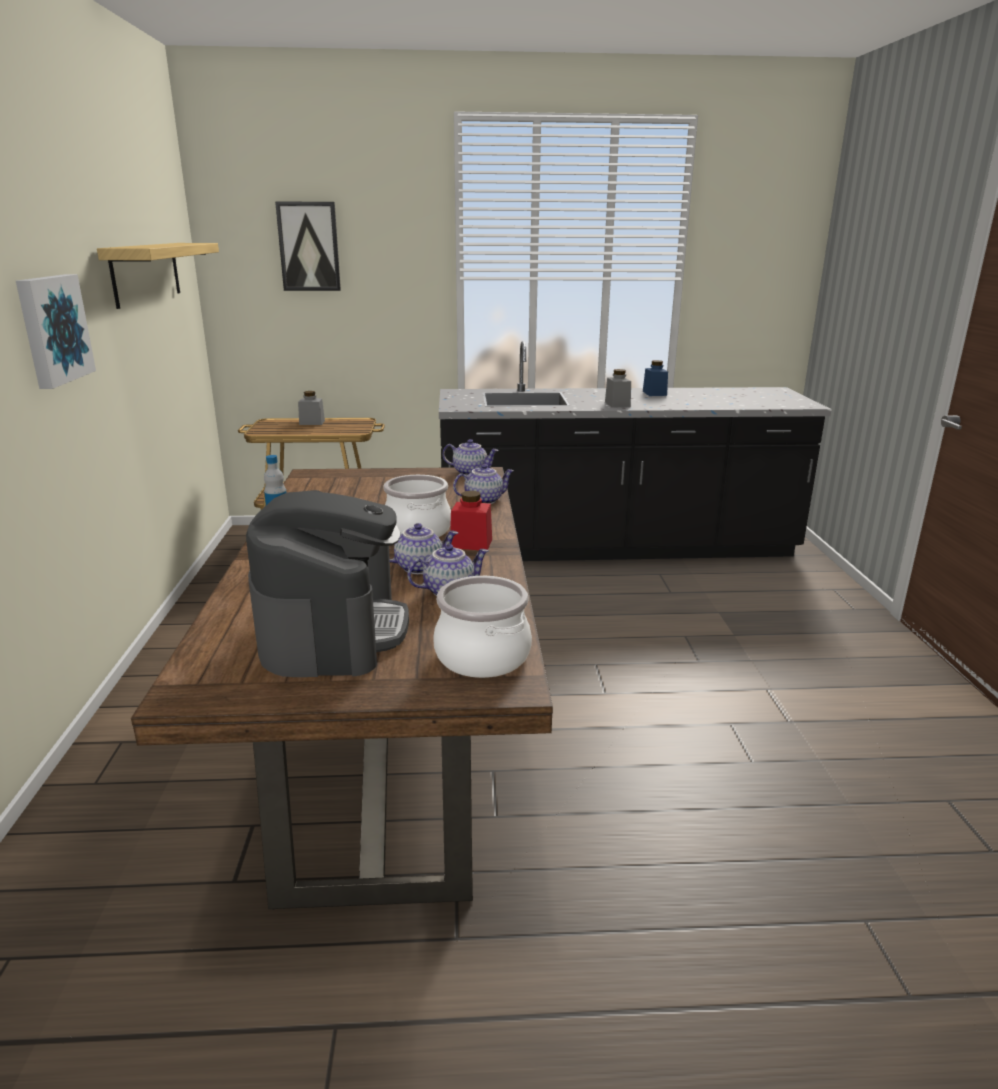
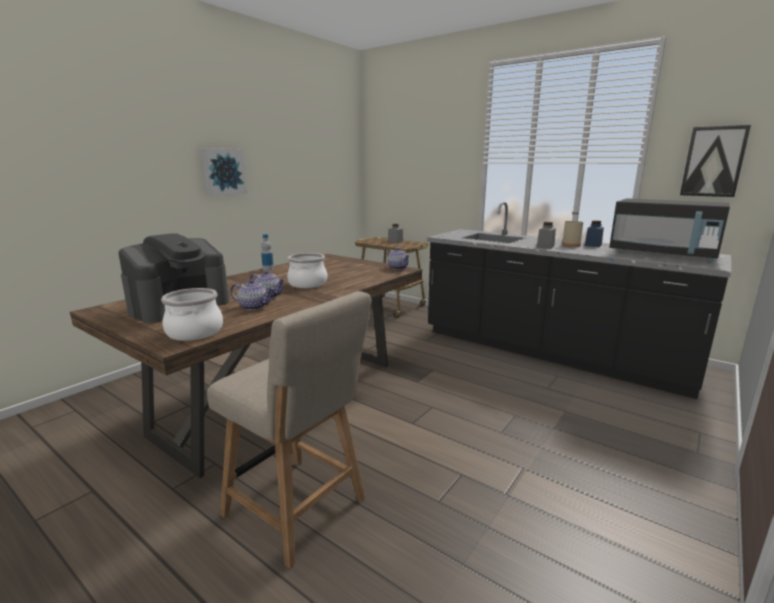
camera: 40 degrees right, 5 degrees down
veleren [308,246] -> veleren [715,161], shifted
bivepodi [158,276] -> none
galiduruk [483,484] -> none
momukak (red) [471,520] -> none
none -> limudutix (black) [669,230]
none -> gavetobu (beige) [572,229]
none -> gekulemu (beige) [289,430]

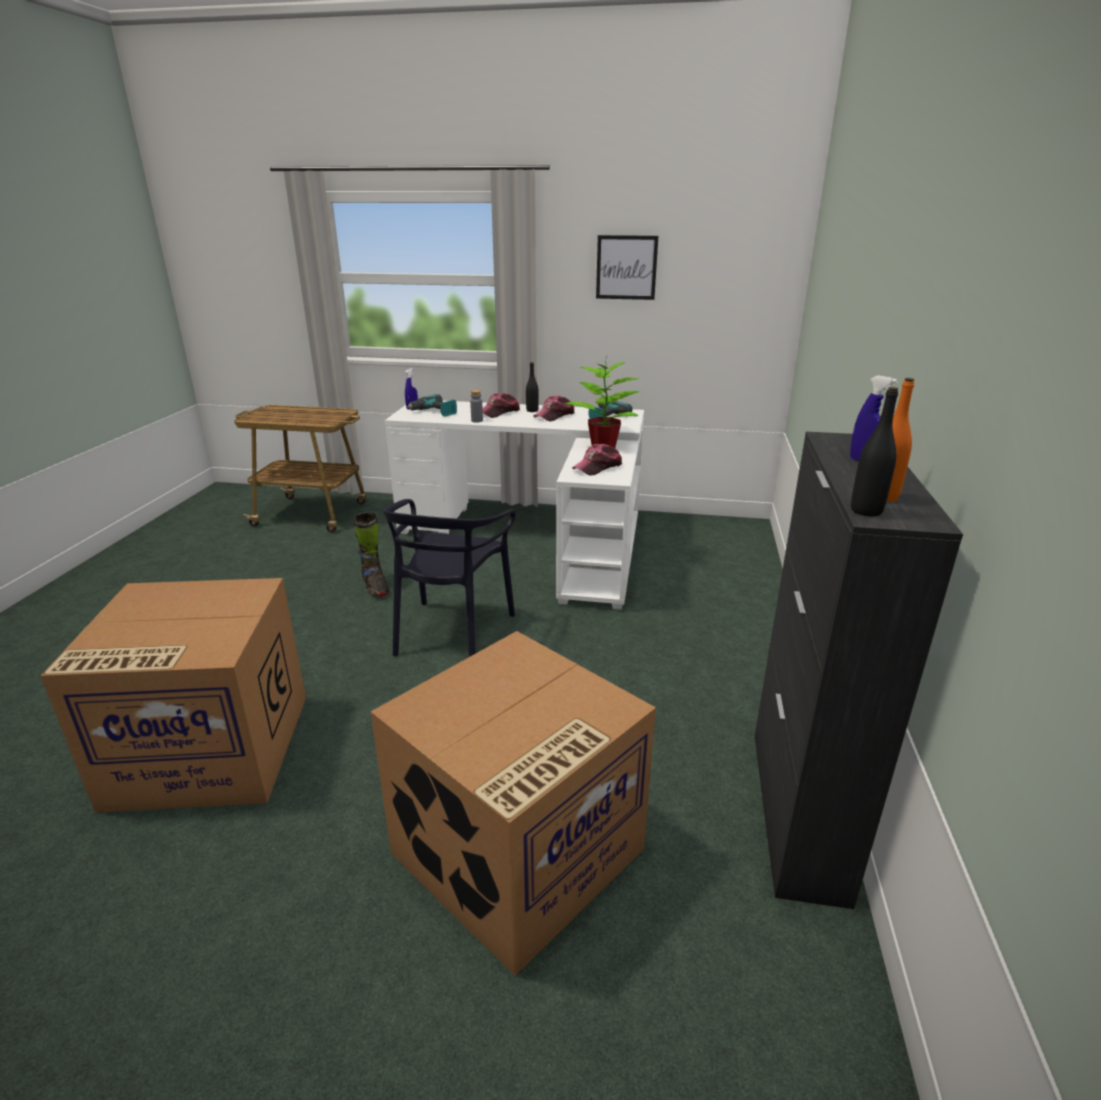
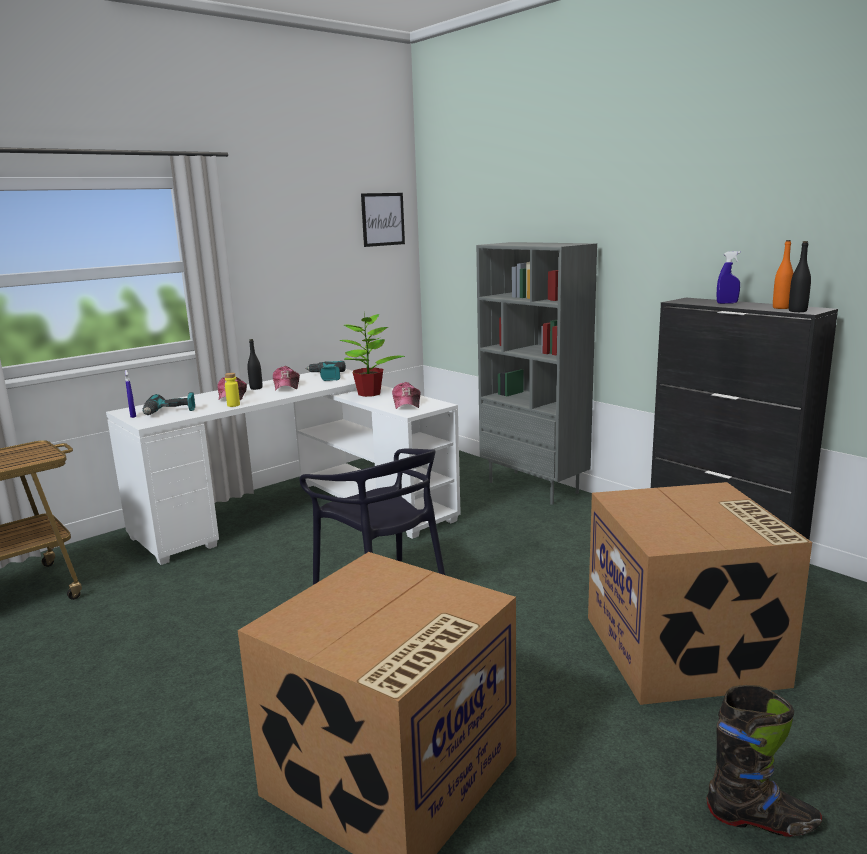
camera: 50 degrees left, 10 degrees down
veleren [627,267] -> veleren [383,220], shifted
gavetobu (grey) [476,406] -> gavetobu (yellow) [232,390]
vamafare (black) [371,554] -> vamafare (black) [764,761], shifted
none -> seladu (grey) [536,373]

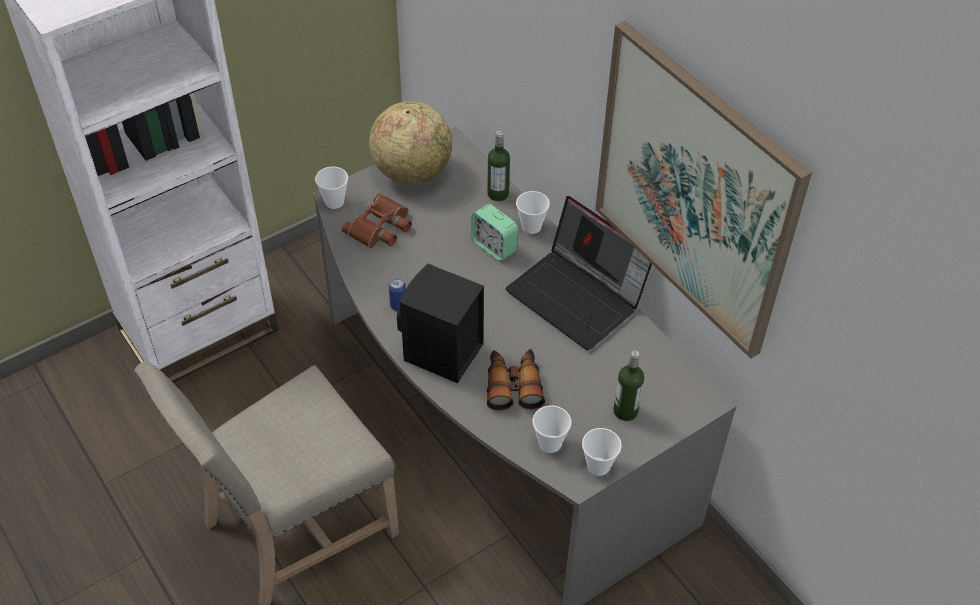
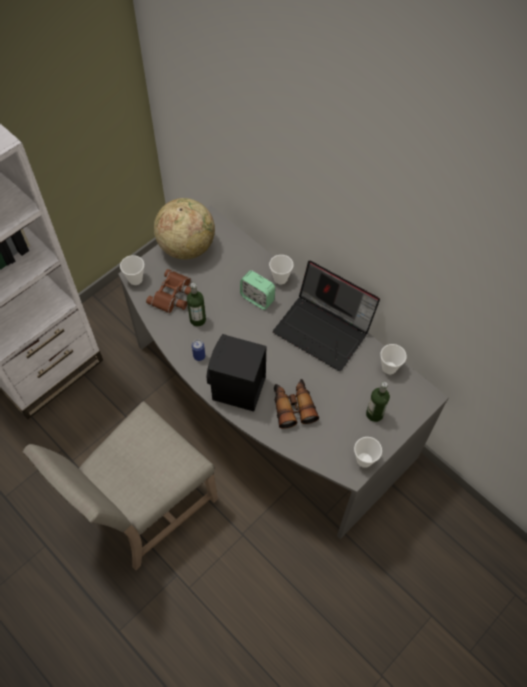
camera: 10 degrees left, 10 degrees up
veleren [703,190] -> none
gavetobu [498,166] -> gavetobu [196,304], shifted
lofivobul [552,429] -> lofivobul [393,359], shifted

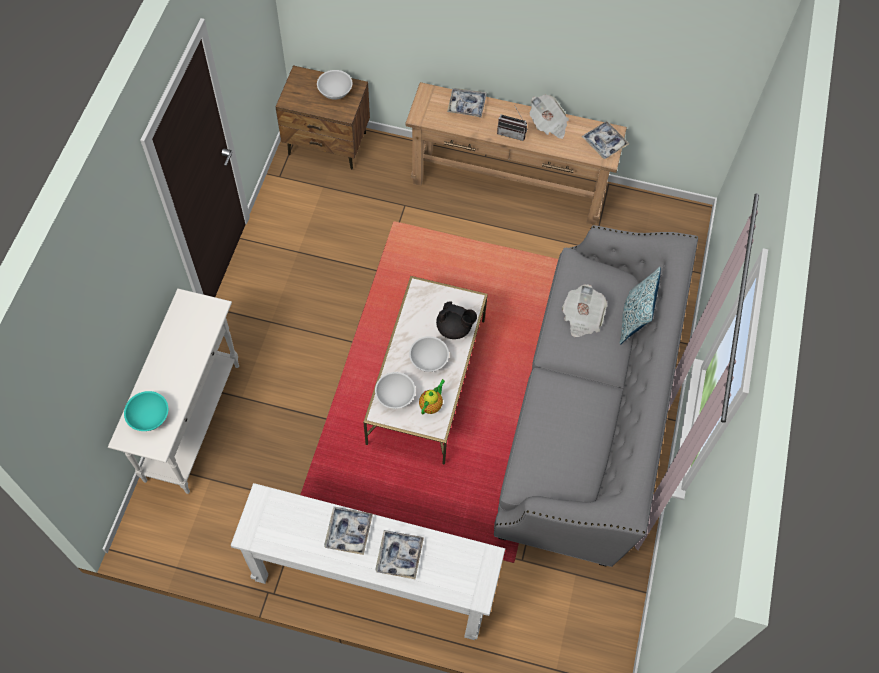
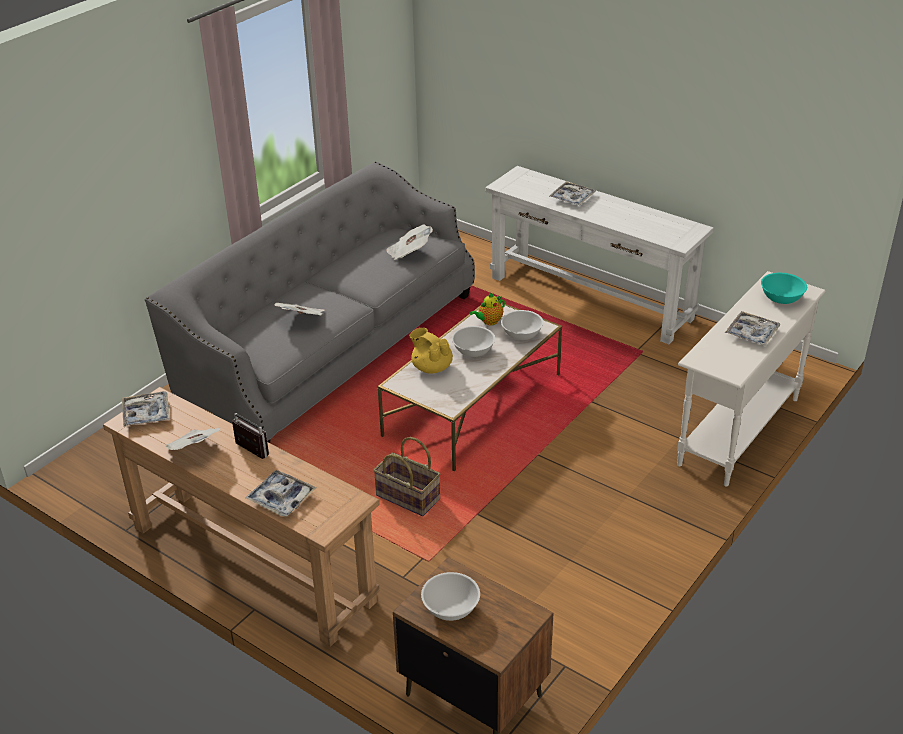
camera: 155 degrees left, 25 degrees down
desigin [640,305] -> none
galiduruk (black) [456,320] -> galiduruk (yellow) [431,351]
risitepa [348,531] -> risitepa [753,328], shifted
none -> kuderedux [409,242]
none -> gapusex [407,476]

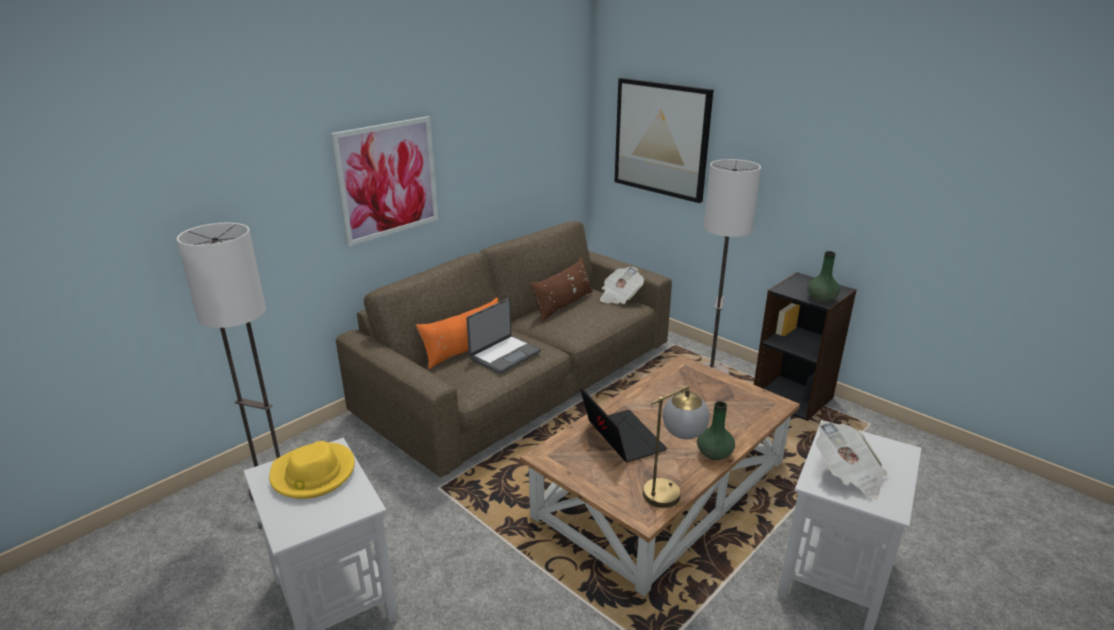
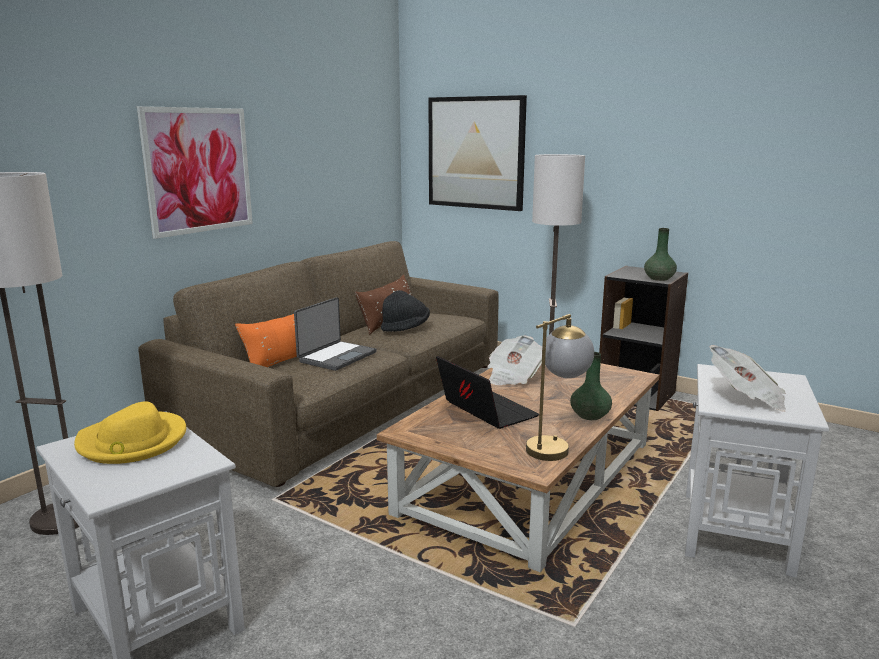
camera: 10 degrees left, 10 degrees down
kuderedux [622,285] -> kuderedux [515,360], shifted
none -> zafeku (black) [405,311]

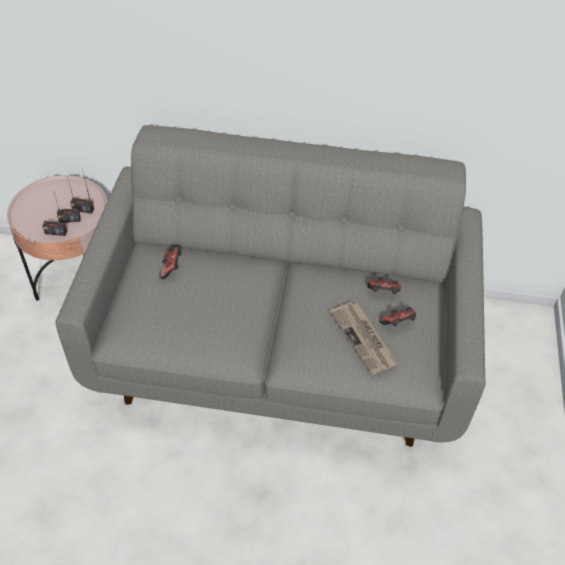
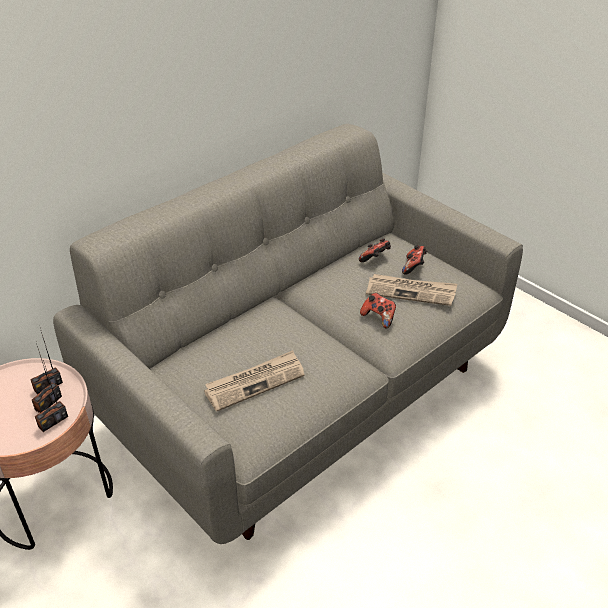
camera: 50 degrees left, 10 degrees down
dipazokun [170,263] -> dipazokun [378,311], shifted
none -> kuderedux [254,381]

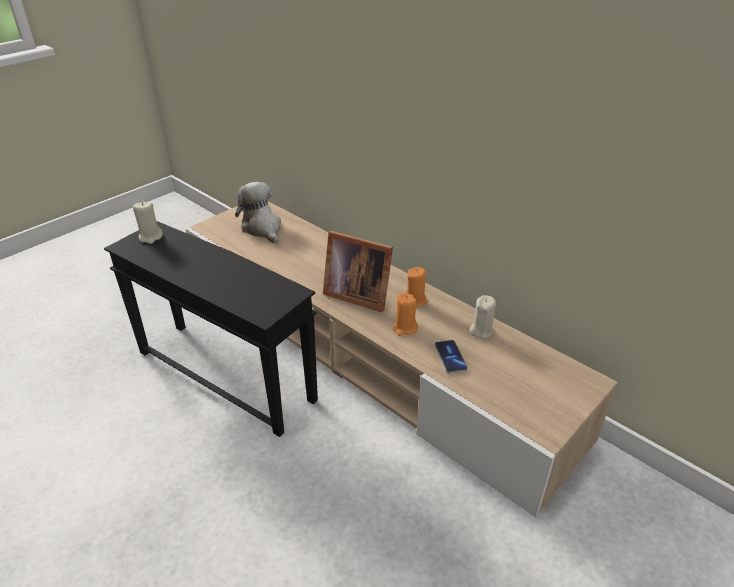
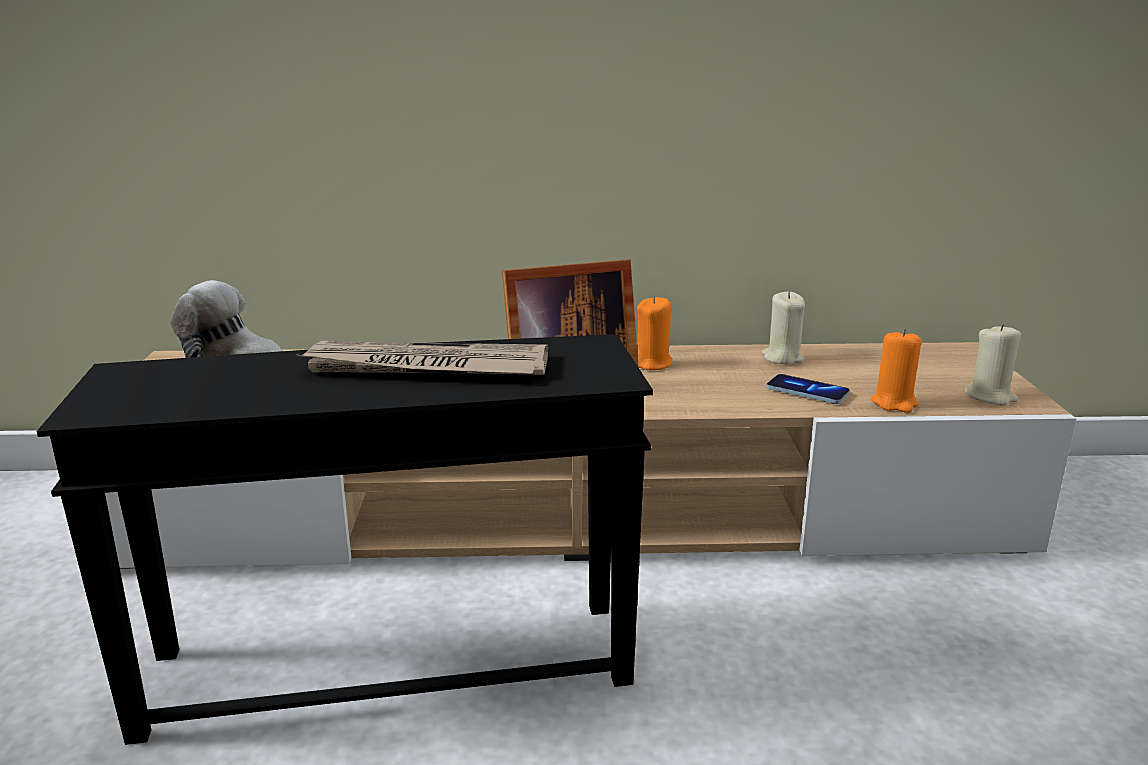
camera: 45 degrees left, 15 degrees down
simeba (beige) [148,223] -> simeba (beige) [993,364], shifted
simeba (orange) [405,314] -> simeba (orange) [896,371], shifted
none -> kuderedux [422,358]

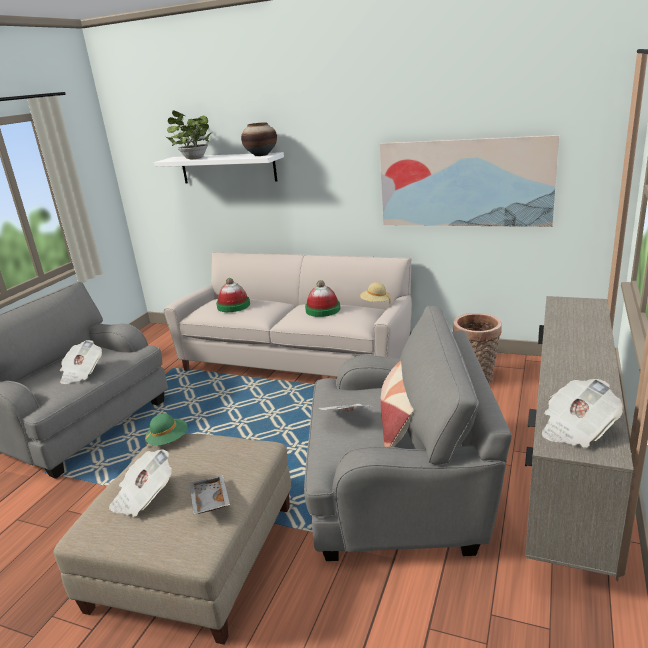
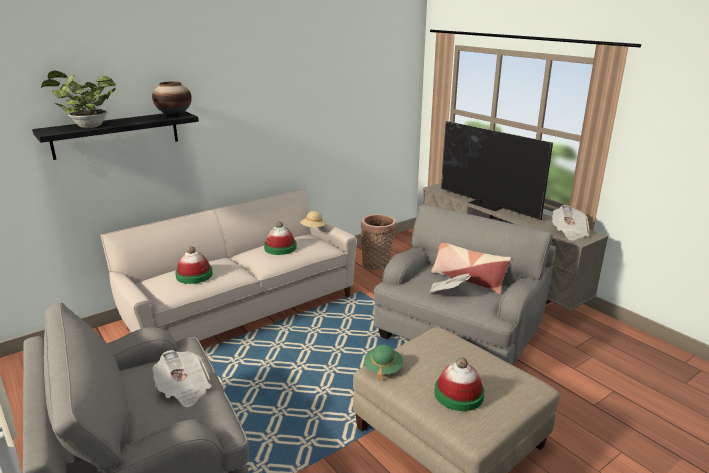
camera: 60 degrees left, 0 degrees up
veleren [469,181] -> none
bivepodi (white) [219,167] -> bivepodi (black) [115,135]
kuderedux [140,483] -> zafeku [459,384]
risitepa (grey) [210,495] -> none
none -> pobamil [497,170]

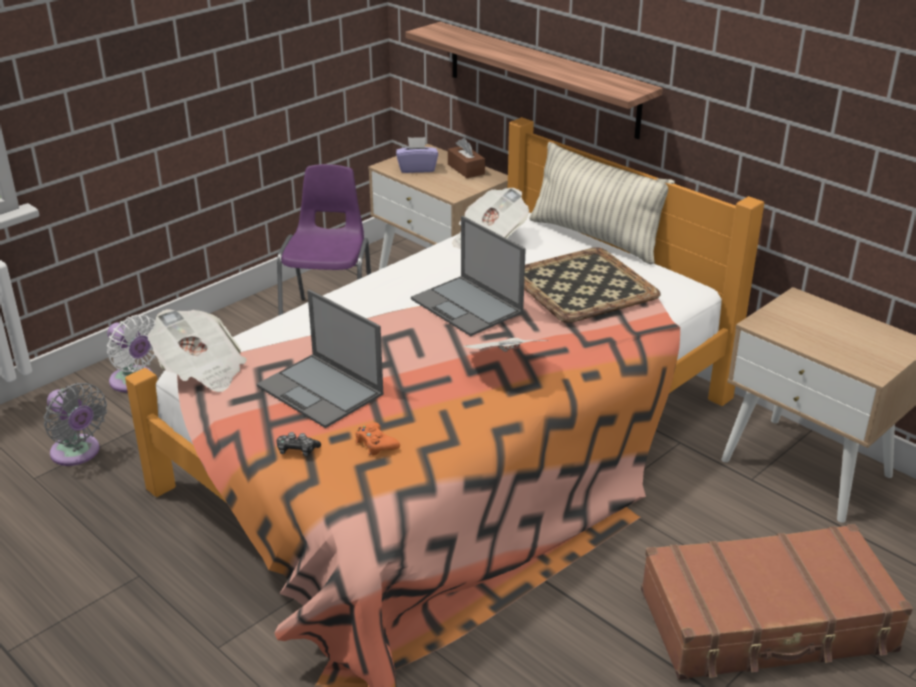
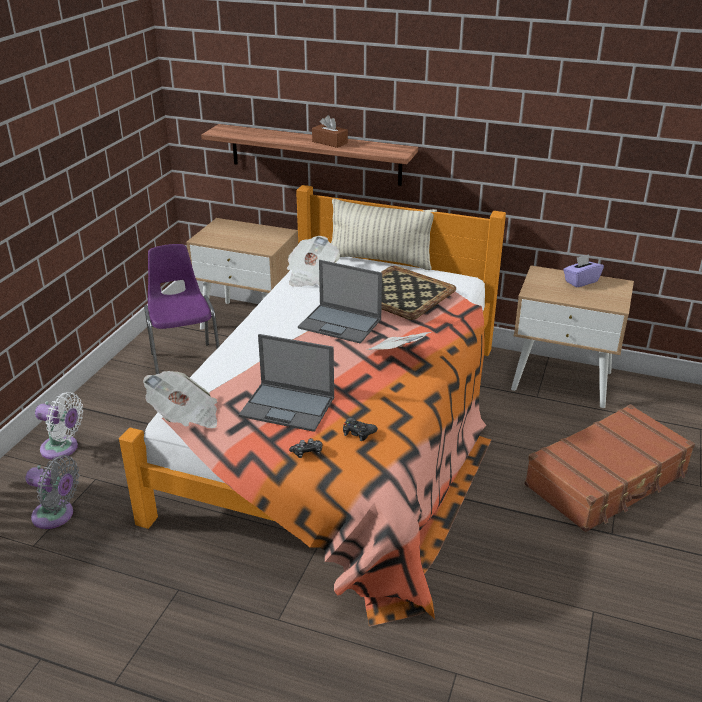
camera: 25 degrees left, 0 degrees up
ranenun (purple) [417,155] -> ranenun (purple) [583,271], shifted
ranenun (brown) [466,158] -> ranenun (brown) [330,131], shifted
dipazokun (orange) [377,439] -> dipazokun (black) [360,429]

